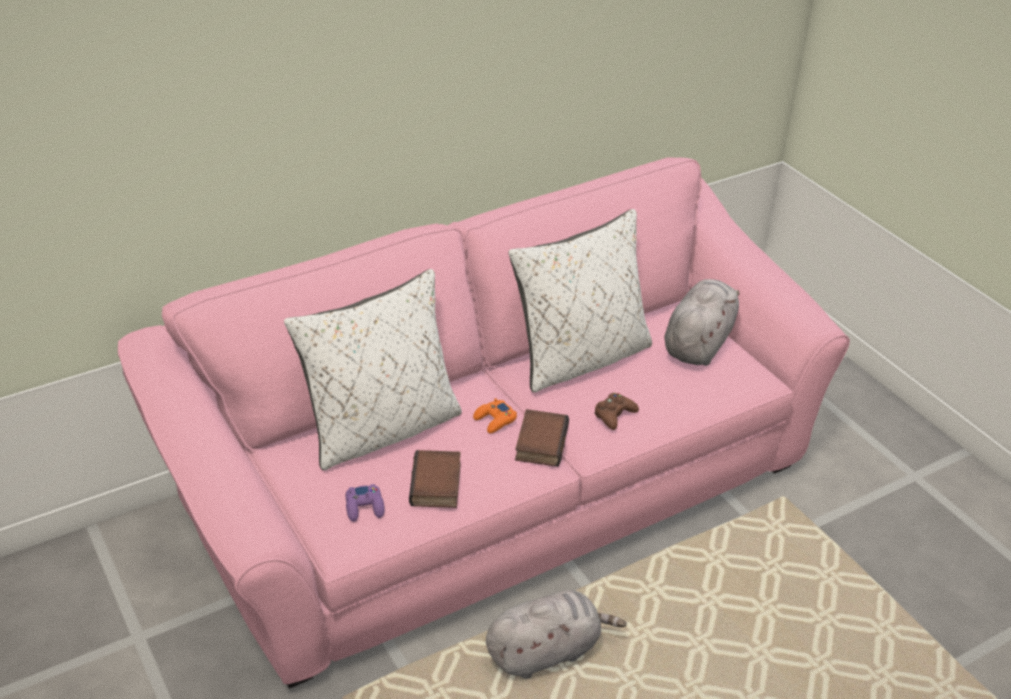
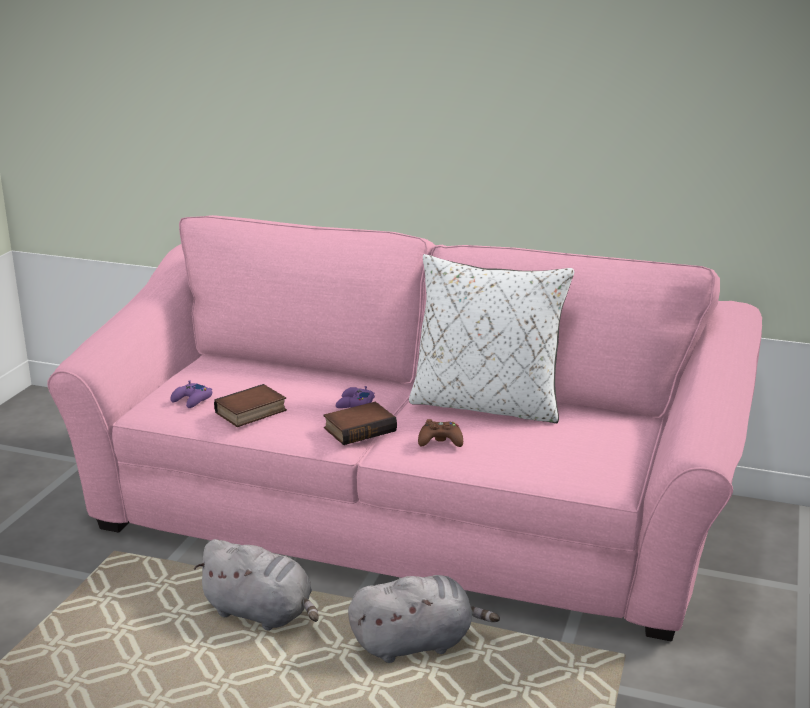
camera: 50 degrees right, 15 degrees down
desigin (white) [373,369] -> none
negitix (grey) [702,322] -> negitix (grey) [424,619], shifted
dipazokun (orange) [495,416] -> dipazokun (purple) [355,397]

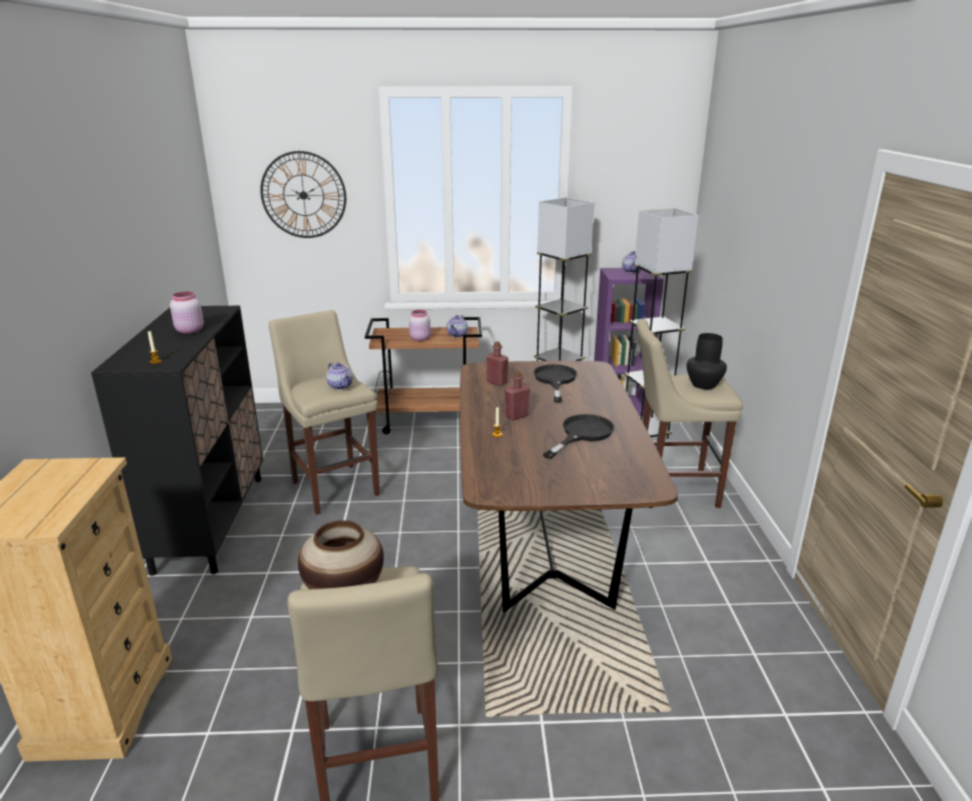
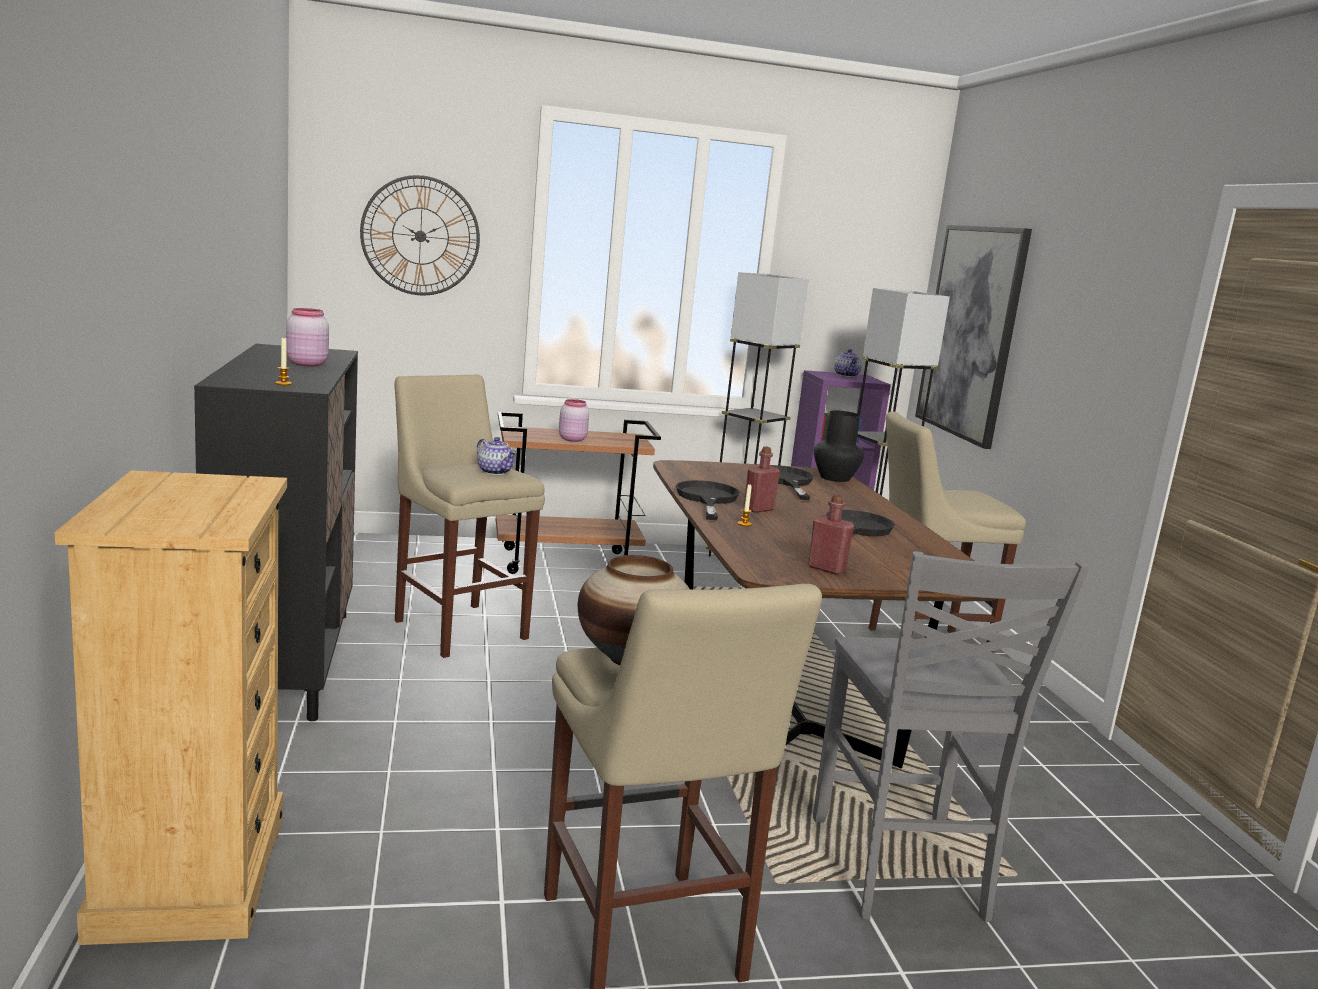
camera: 10 degrees left, 10 degrees down
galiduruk [457,326] -> none
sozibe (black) [706,361] -> sozibe (black) [839,446], shifted
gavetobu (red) [497,363] -> gavetobu (red) [831,535], shifted
none -> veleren [973,337]
none -> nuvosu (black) [708,500]
none -> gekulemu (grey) [951,736]

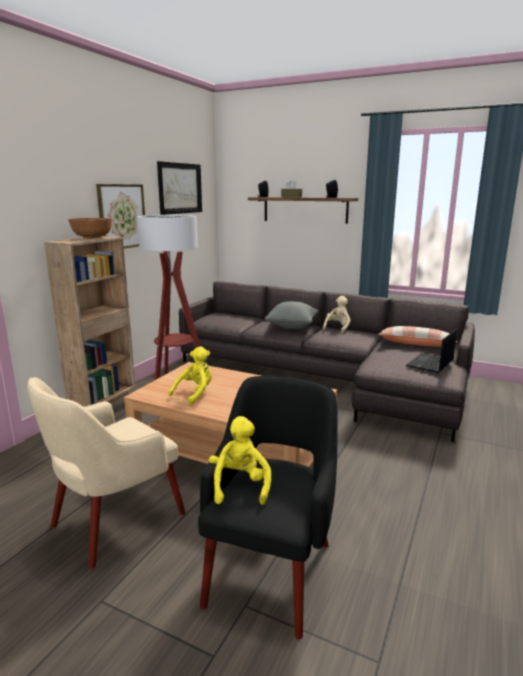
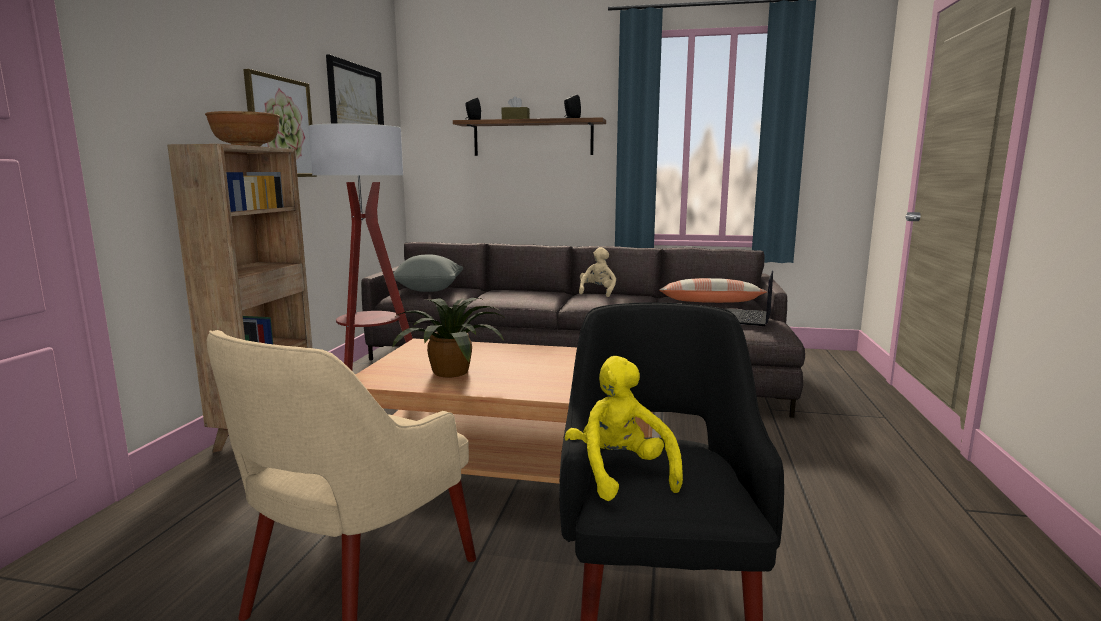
camera: 15 degrees left, 5 degrees down
desigin (grey) [292,315] -> desigin (grey) [428,273], shifted
negitix (yellow) [190,375] -> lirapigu [449,338]

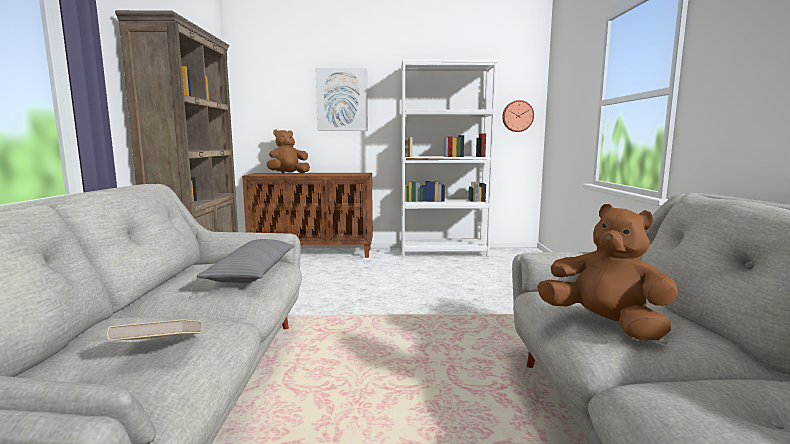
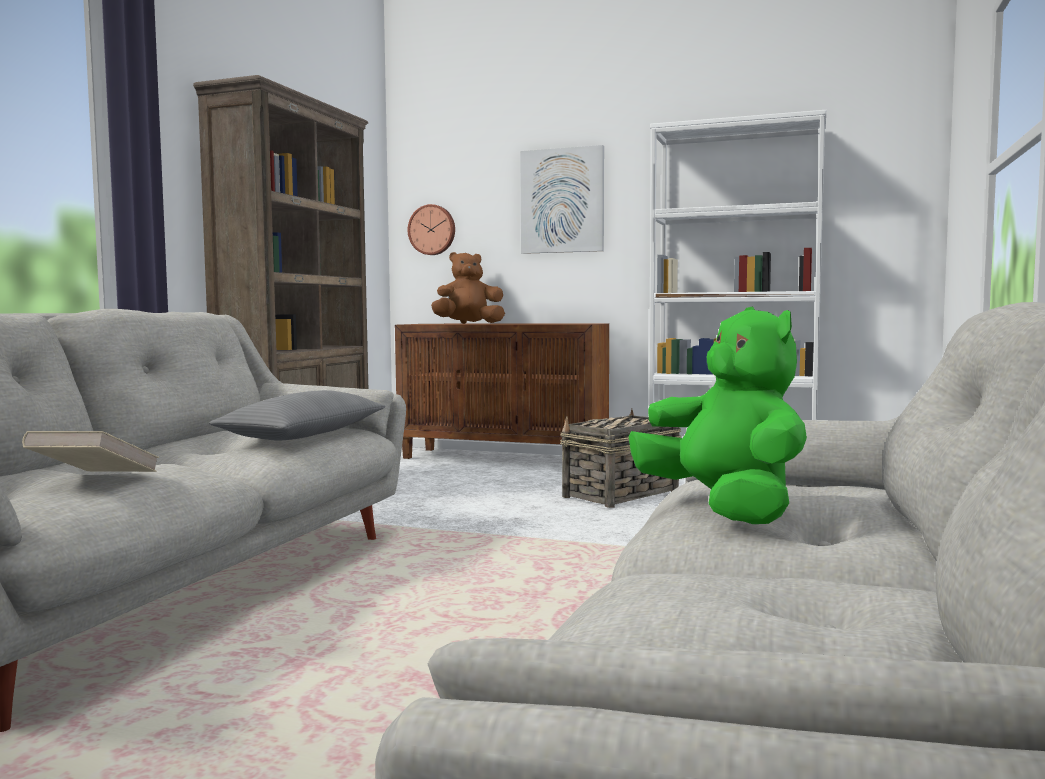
camera: 20 degrees right, 5 degrees down
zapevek [518,116] -> zapevek [431,229], shifted
negitix (brown) [607,272] -> negitix (green) [718,415]
none -> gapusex [620,458]

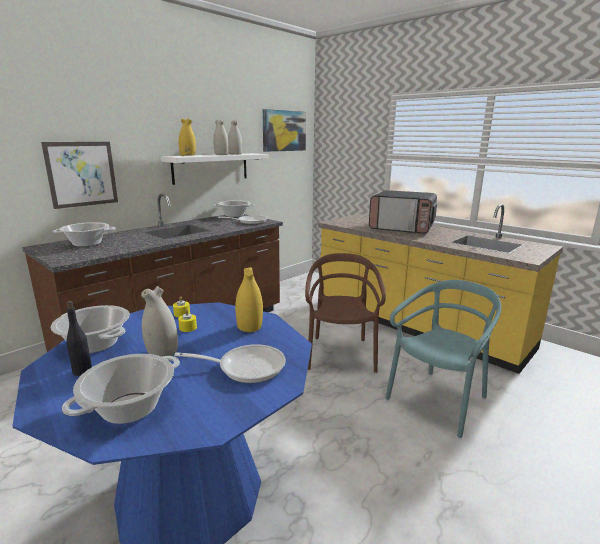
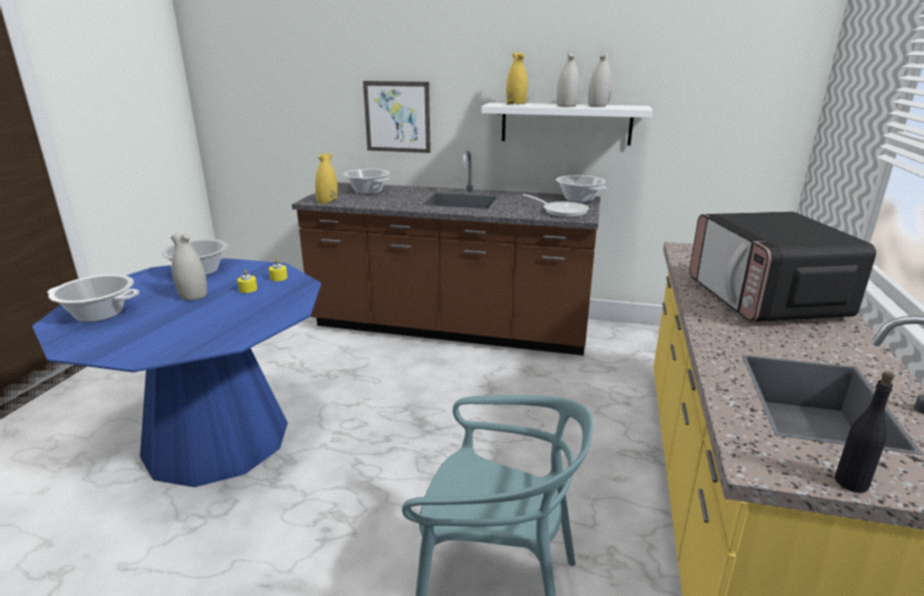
camera: 60 degrees right, 5 degrees up
veleren [284,130] -> none
gekulemu (brown) [345,313] -> none
sozibe (yellow) [249,299] -> sozibe (yellow) [326,178], shifted
gavetobu (black) [79,338] -> gavetobu (black) [864,432], shifted
nuvosu [230,363] -> none

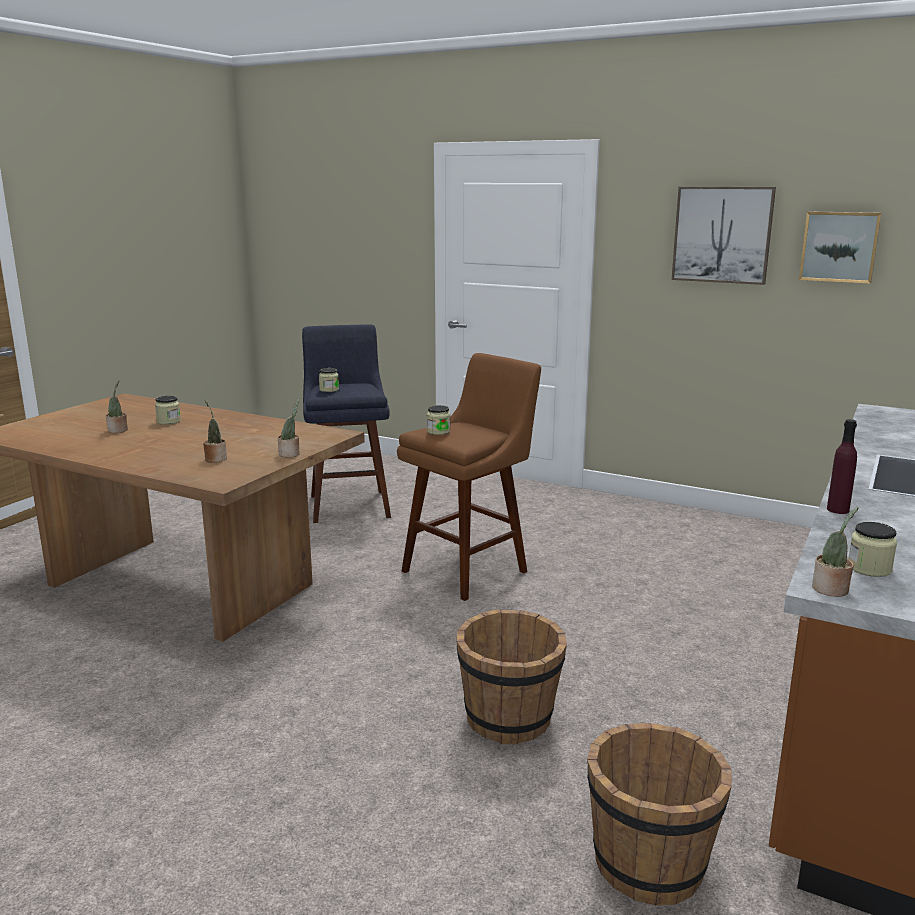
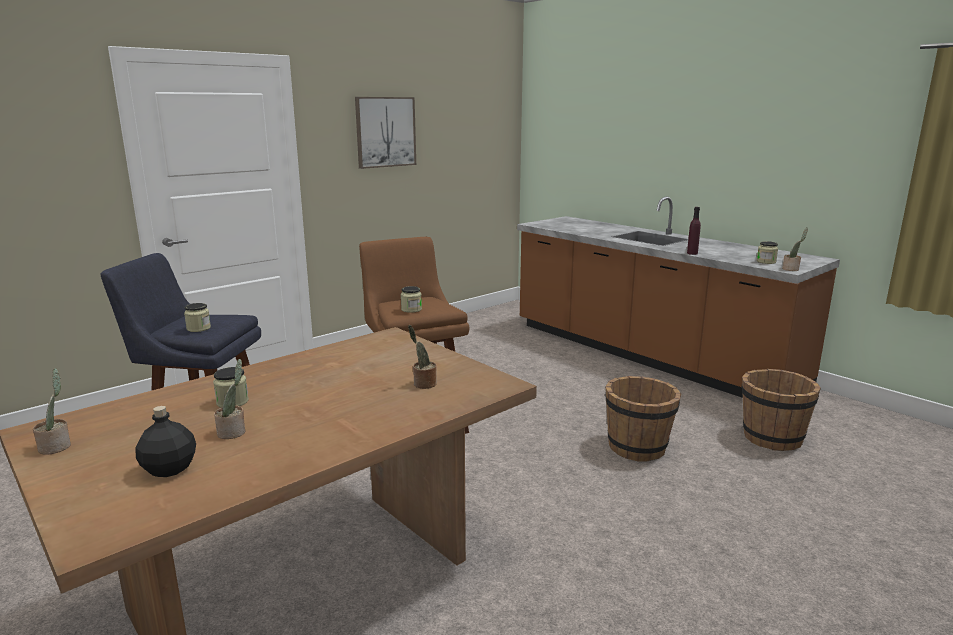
camera: 70 degrees left, 0 degrees up
veleren [840,247] -> none
lirapigu [289,427] -> lirapigu [52,411], shifted
none -> gavetobu (black) [165,441]

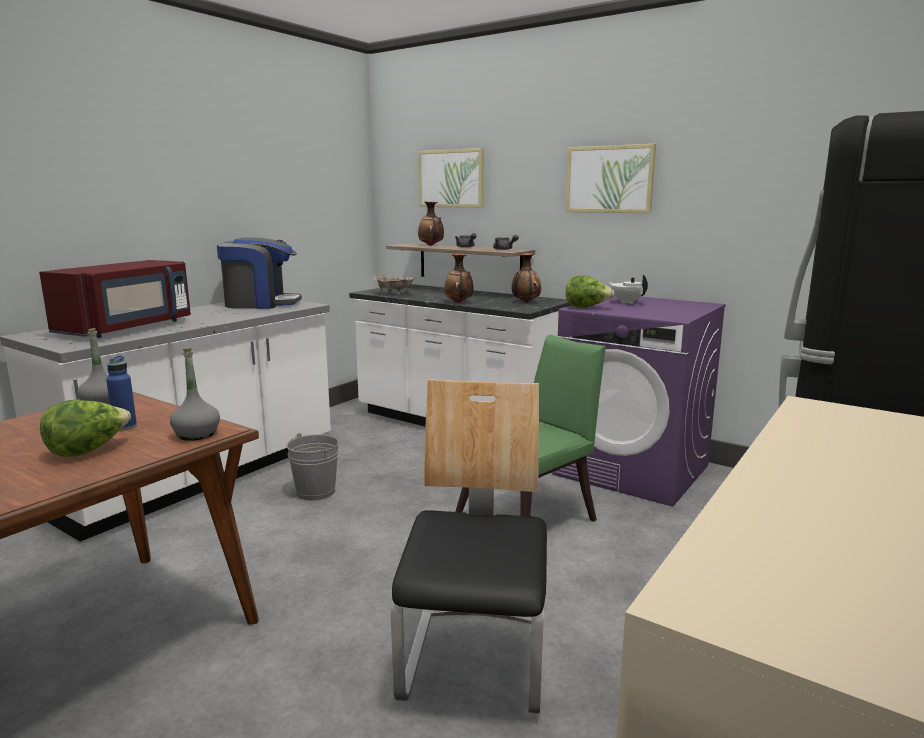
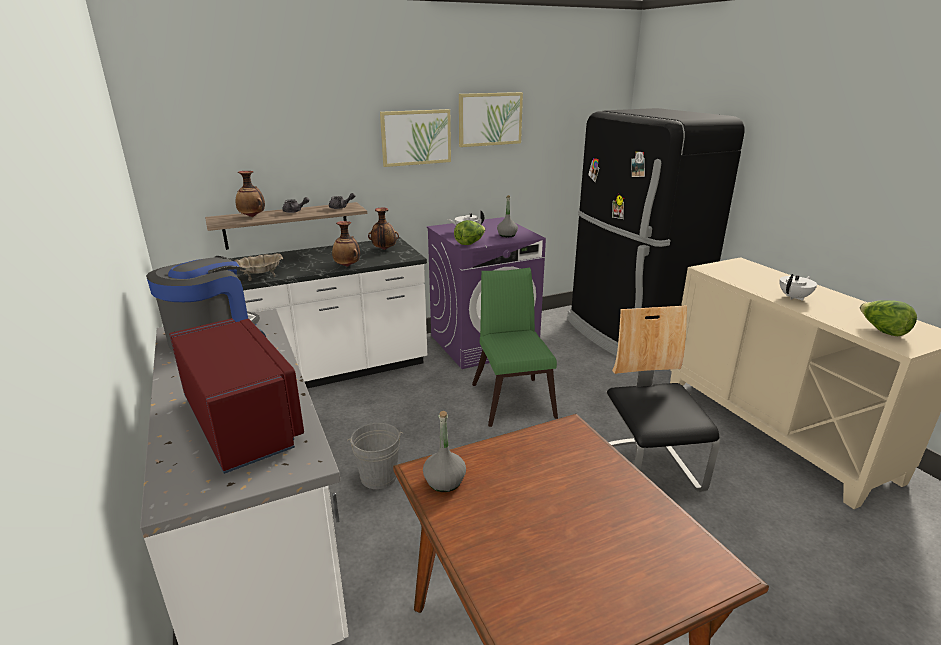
camera: 60 degrees left, 10 degrees up
veleren [451,178] -> veleren [491,119], shifted
gavetobu (grey) [195,394] -> gavetobu (grey) [507,216], shifted
gavetobu (blue) [121,392] -> none
gekulemu [469,546] -> gekulemu [663,398], 45 degrees clockwise
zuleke [85,428] -> zuleke [888,318], shifted
none -> galiduruk (white) [798,287]

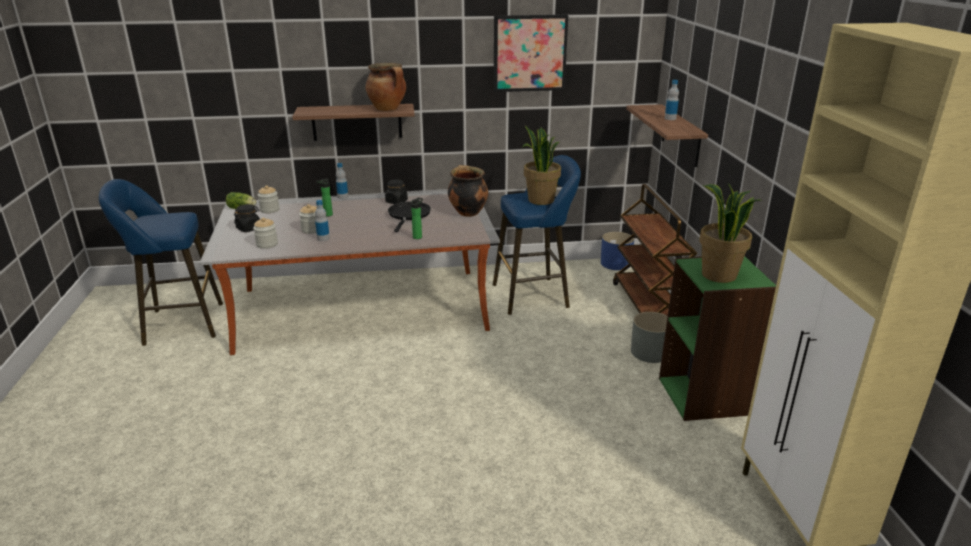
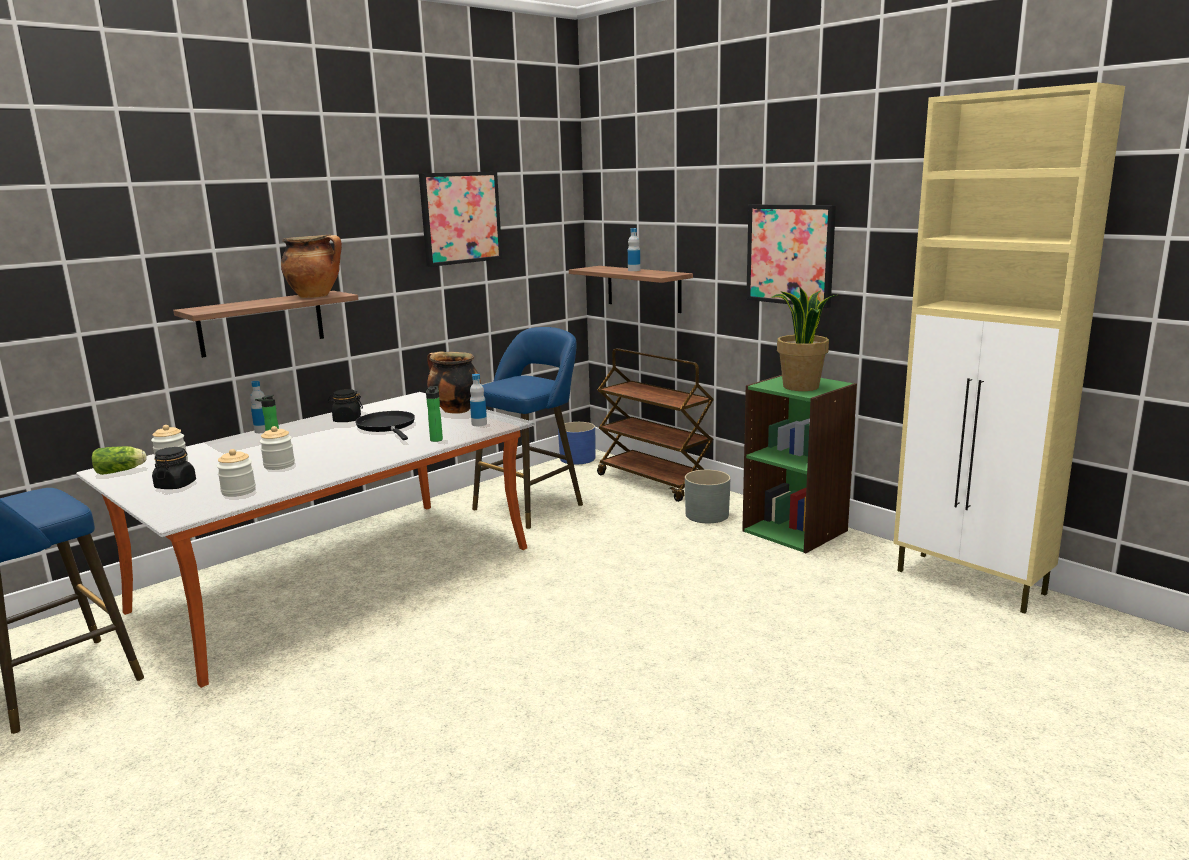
camera: 35 degrees left, 10 degrees down
lirapigu [541,165] -> none
gavetobu [322,220] -> gavetobu [478,400], shifted
none -> veleren [791,256]

